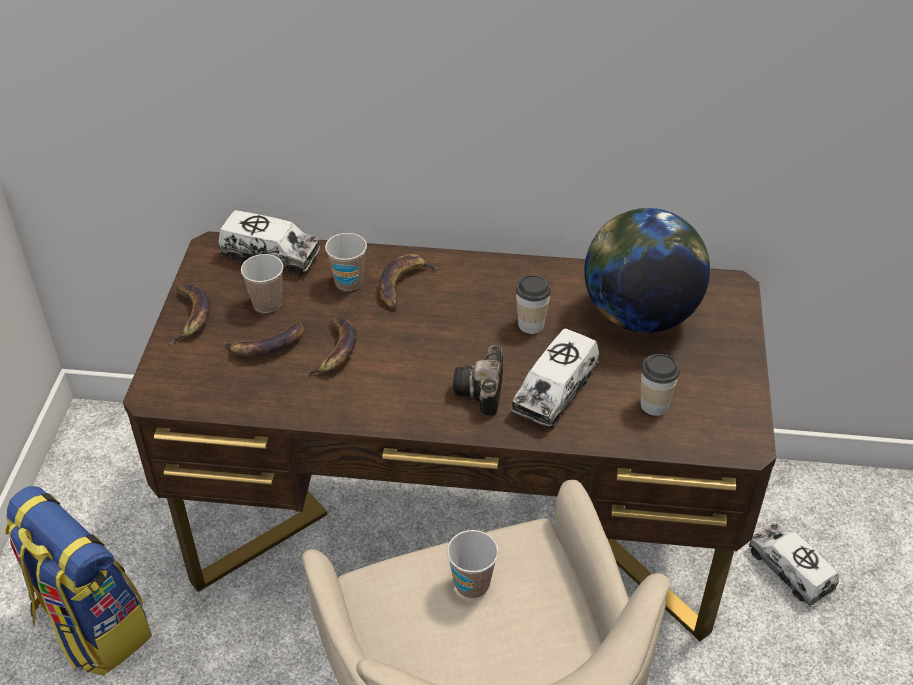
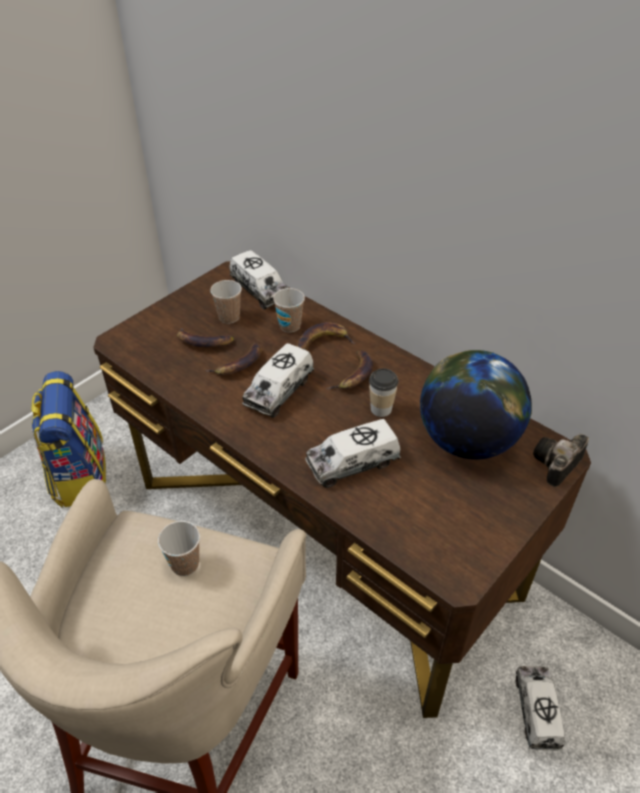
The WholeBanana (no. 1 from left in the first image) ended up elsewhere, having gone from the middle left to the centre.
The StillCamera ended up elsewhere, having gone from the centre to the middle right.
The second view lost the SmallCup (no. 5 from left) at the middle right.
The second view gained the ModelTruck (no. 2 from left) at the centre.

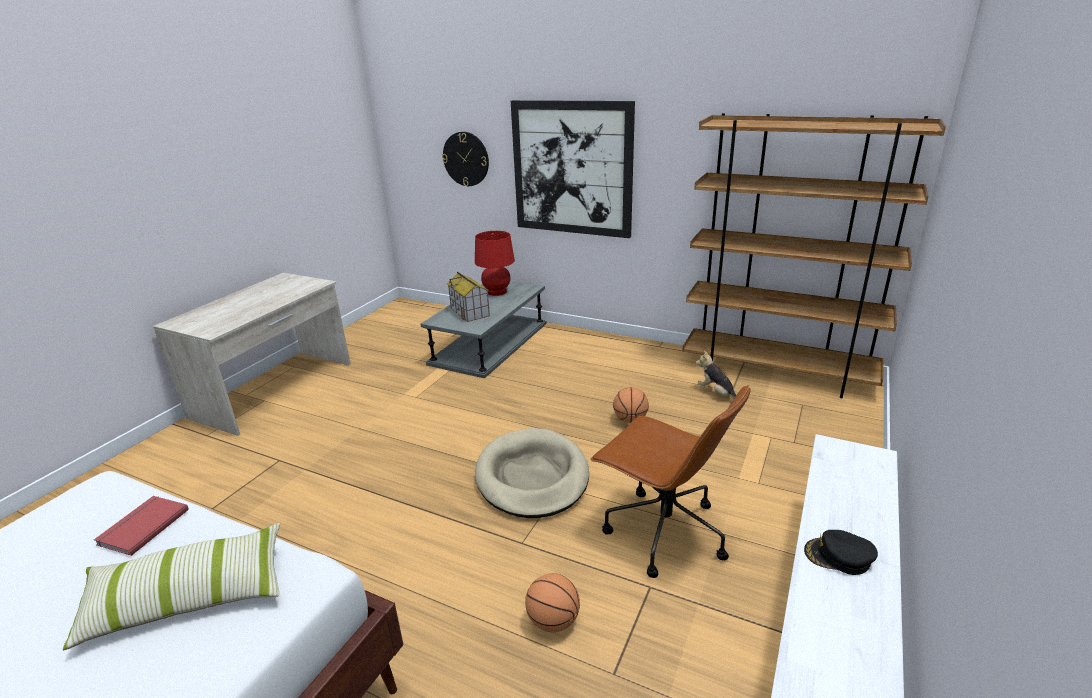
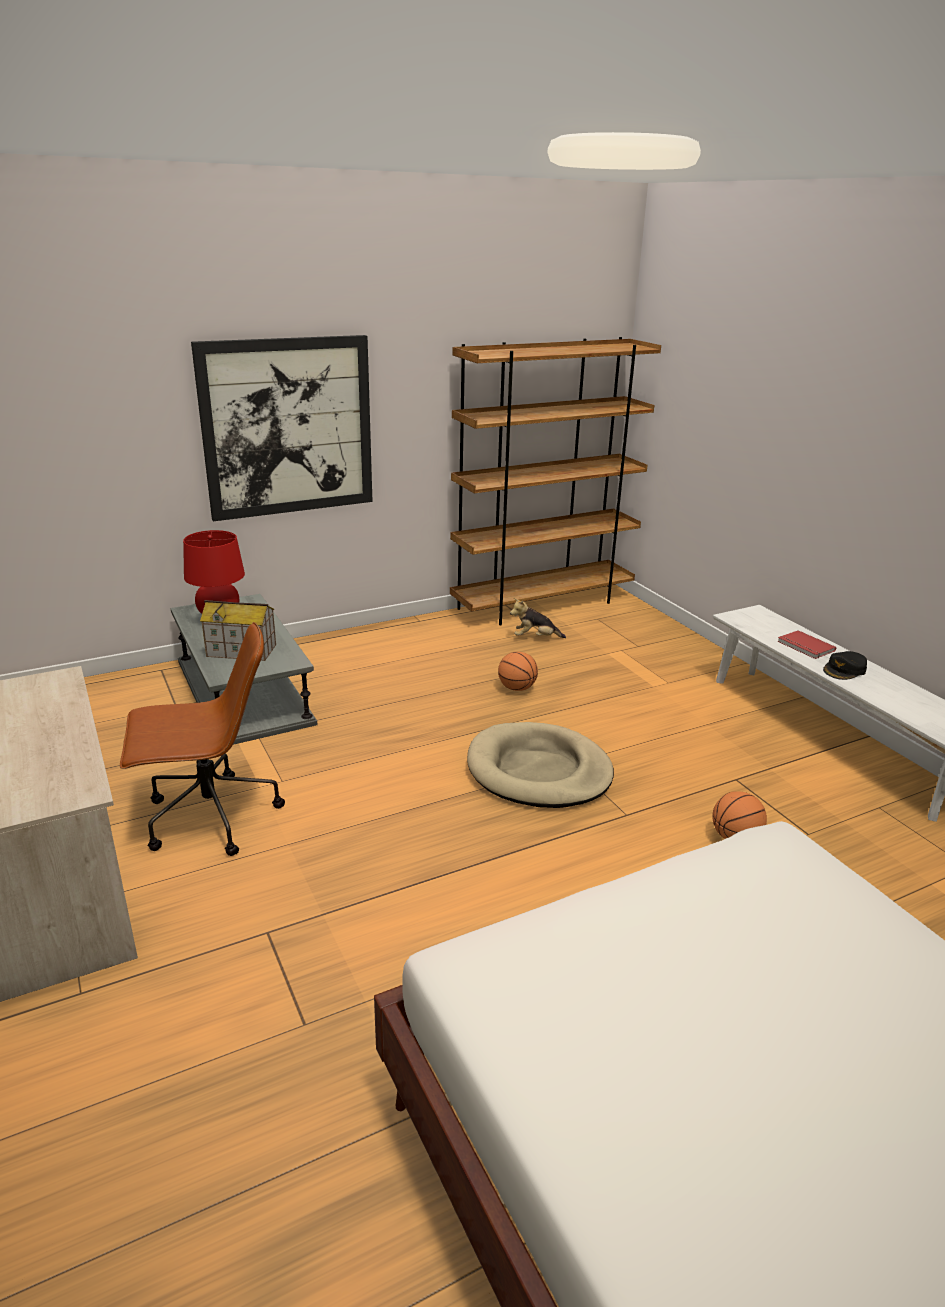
The second view lost the ClockOnTheWall at the top centre.
The BrownColouredOfficeChair ended up elsewhere, having gone from the bottom centre to the middle left.
The RedColouredVolume ended up elsewhere, having gone from the bottom left to the middle right.
The second view lost the Cushion at the bottom left.

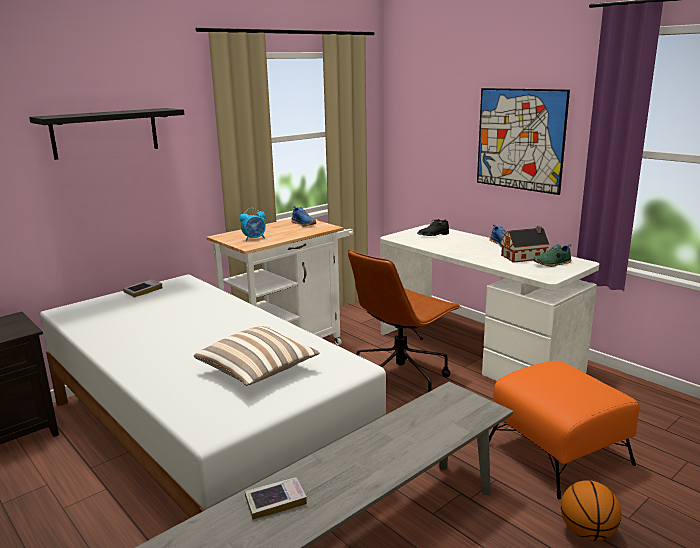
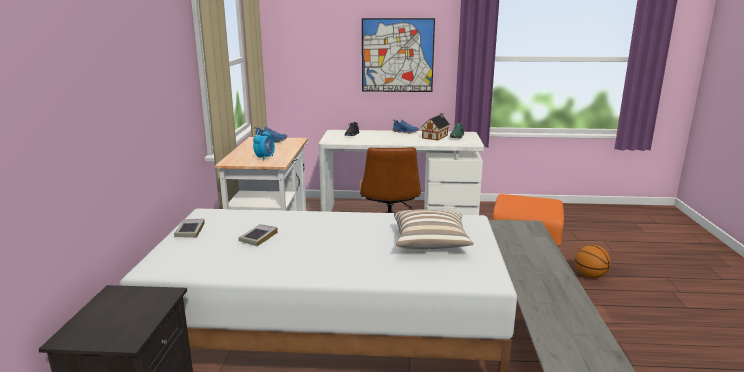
The second view lost the BlackishShelf at the top left.
The Volume (no. 2 from left) ended up elsewhere, having gone from the bottom centre to the centre.

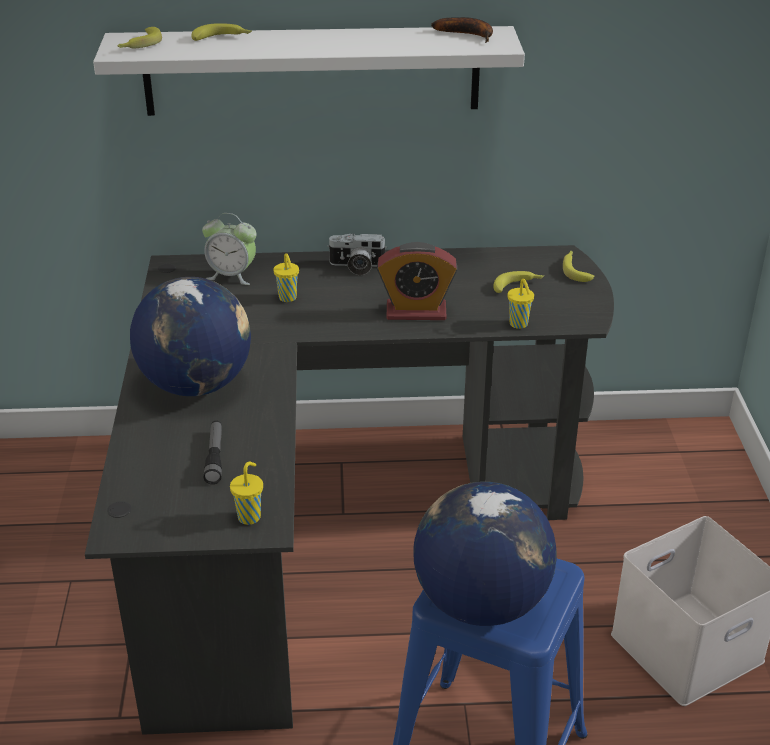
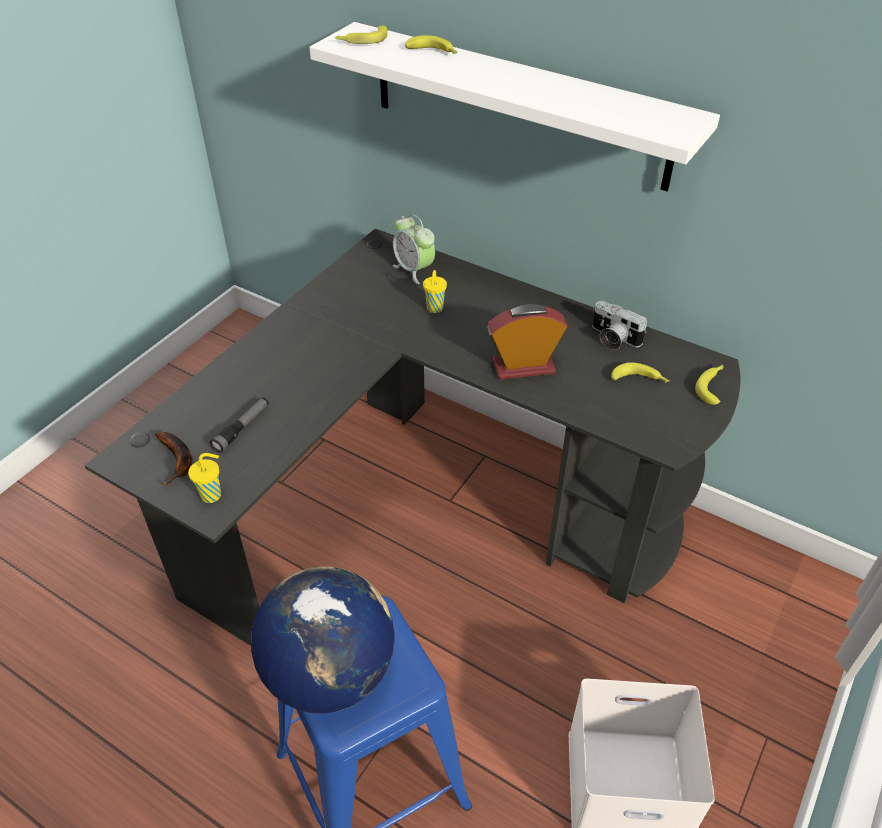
The WholeBanana (no. 3 from left in the first image) ended up elsewhere, having gone from the top centre to the middle left.
The StillCamera ended up elsewhere, having gone from the centre to the middle right.
The BedsideClock (no. 2 from left) at the centre ended up facing another way, 135 degrees clockwise from before.
The second view lost the WorldGlobe (no. 1 from left) at the middle left.
The second view lost the YellowSmallCup (no. 3 from left) at the middle right.

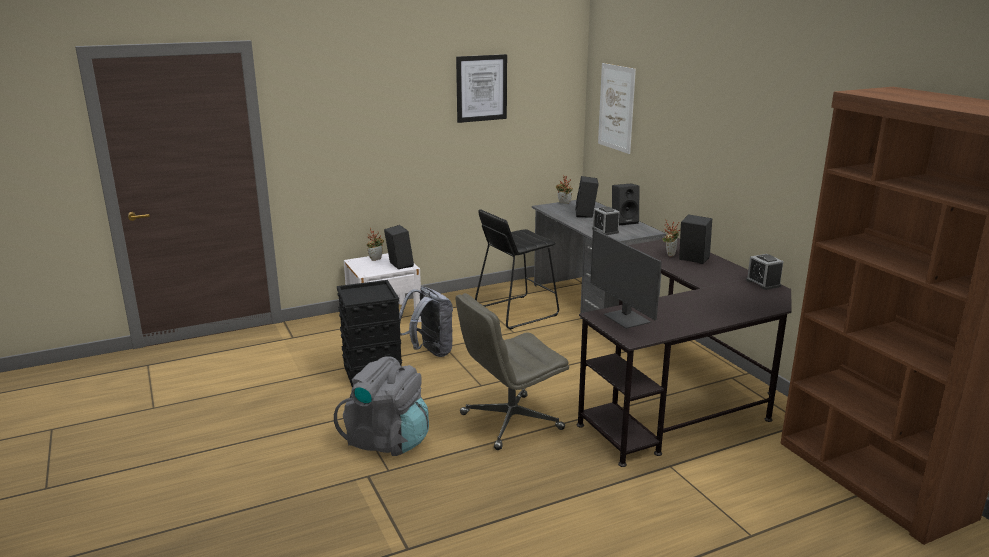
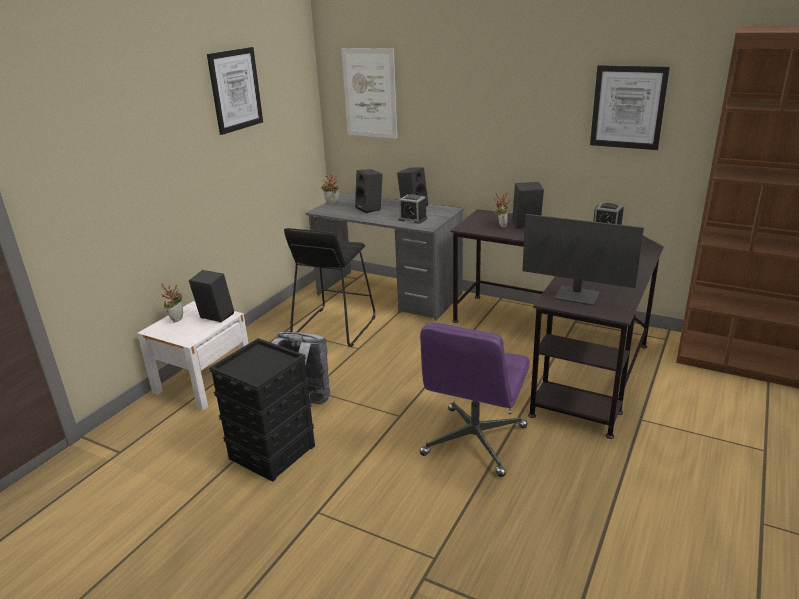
What was the GrayOfficeChair at the centre turned into the PurpleColouredOfficeChair at the centre.
The second view lost the GrayBackpack (no. 1 from left) at the bottom centre.
The second view gained the Picture (no. 3 from left) at the top right.

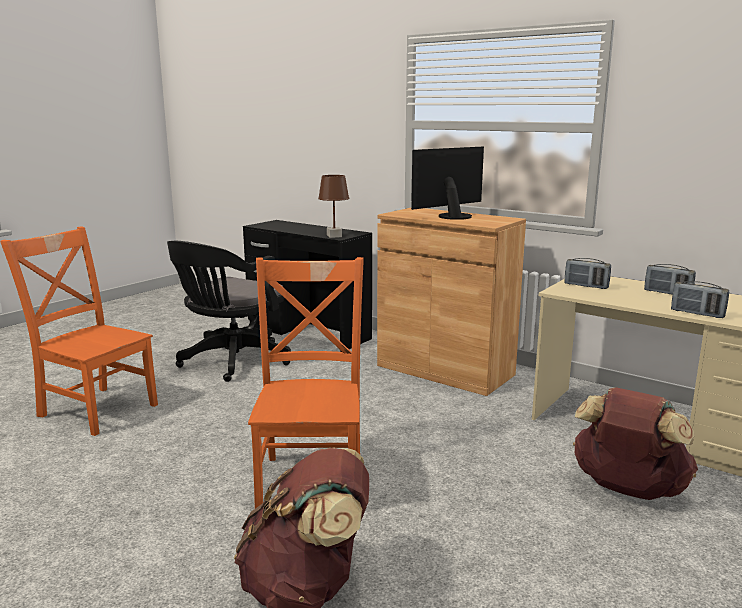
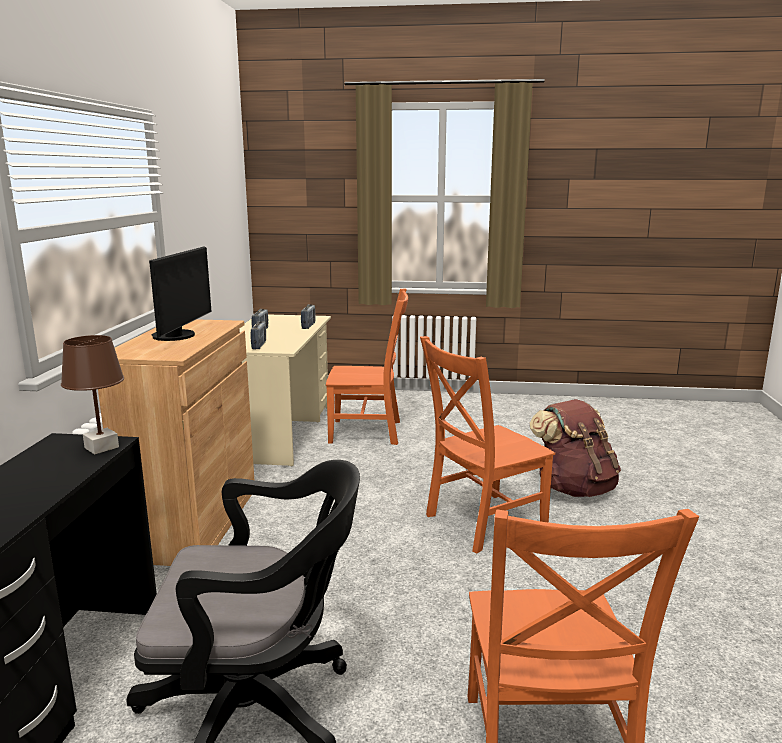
The Monitor at the top centre ended up facing another way, 105 degrees counterclockwise from before.
Where the BrownColouredBackpack (no. 2 from left) stood at the bottom right, the OrangeColouredChair (no. 1 from left) came to stand at the centre.

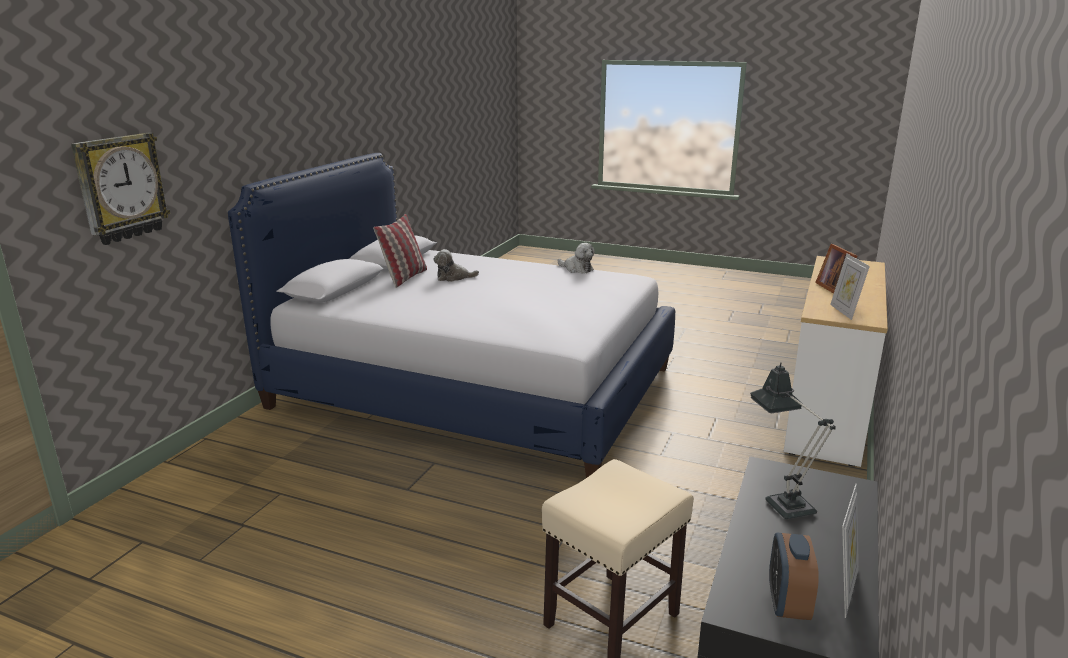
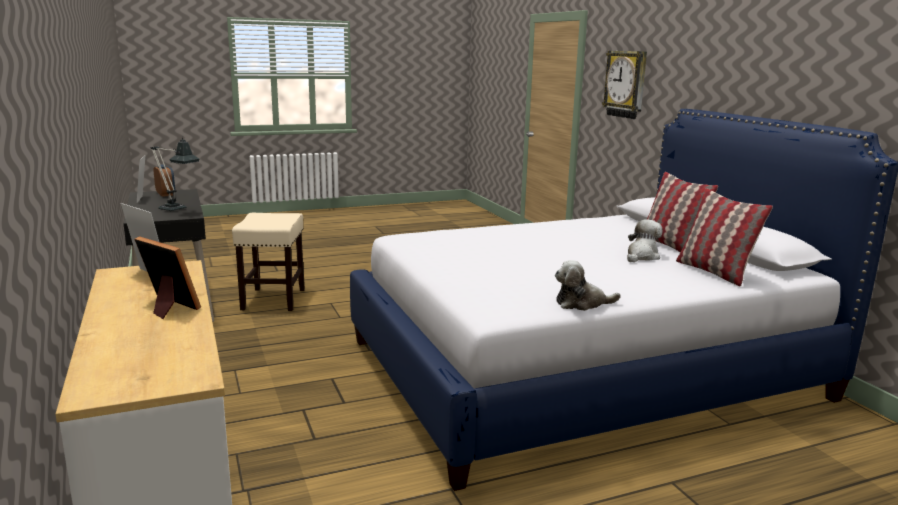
The second view gained the Cushion (no. 2 from left) at the middle right.

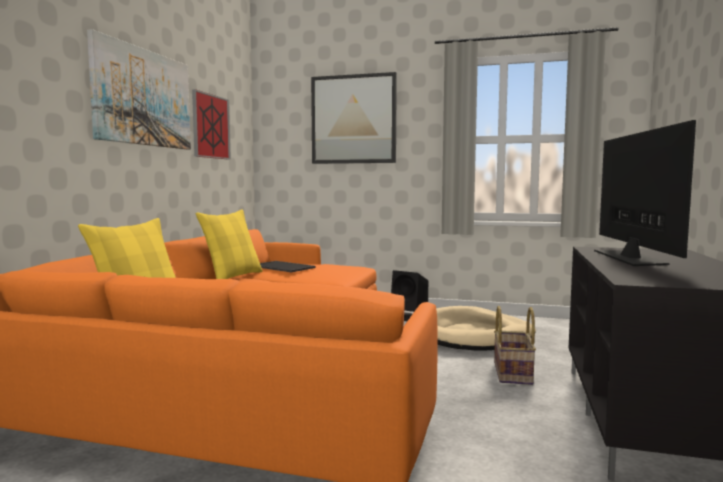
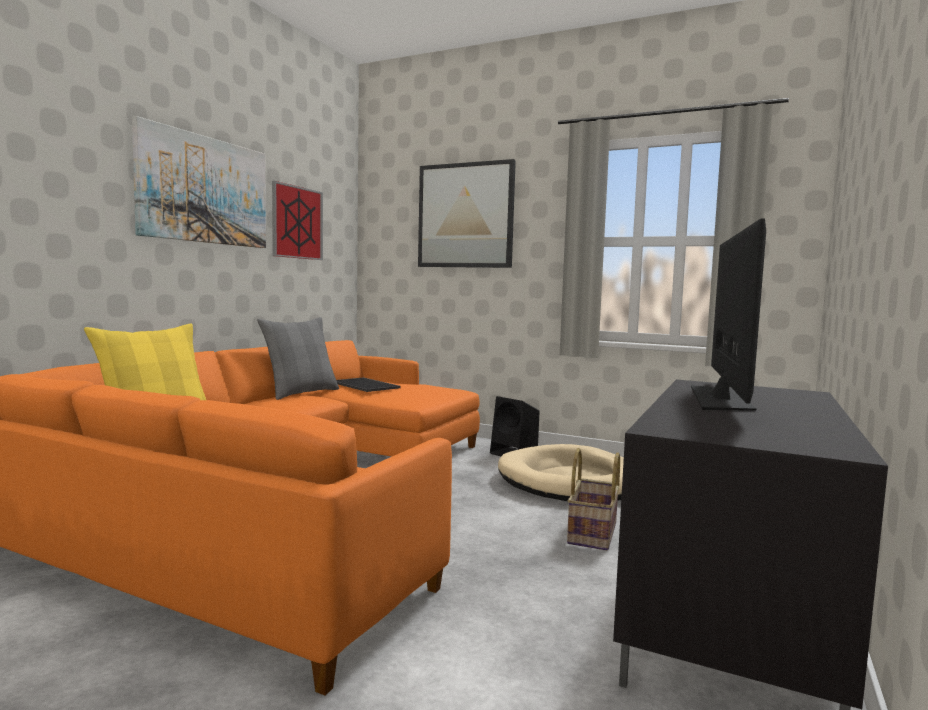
What was the YellowCushion (no. 2 from left) at the middle left turned into the GrayCushion at the middle left.

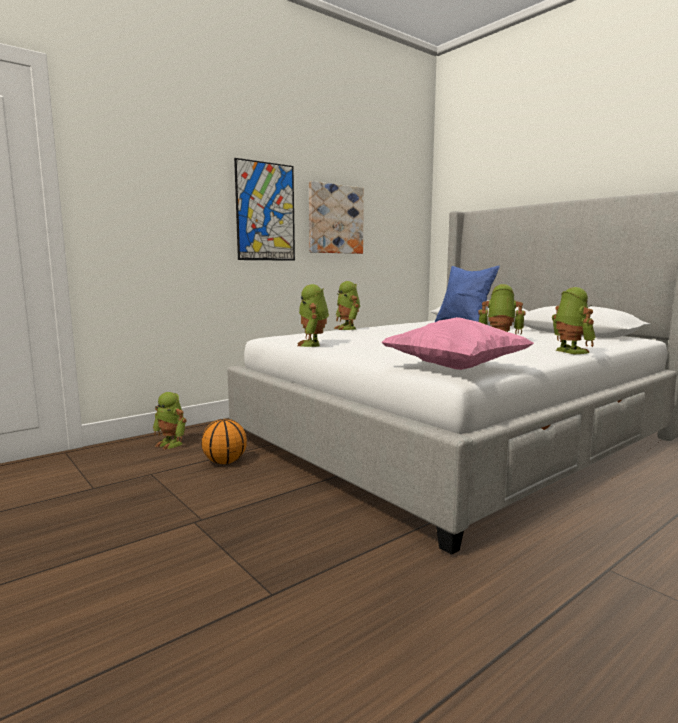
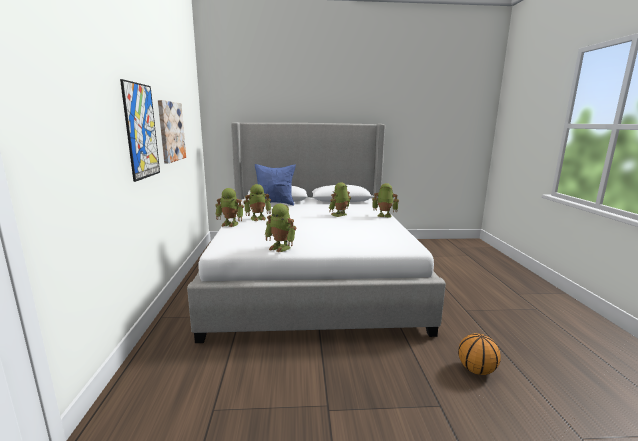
The second view lost the PinkishCushion at the middle right.
The RobotFigure (no. 1 from left in the first image) ended up elsewhere, having gone from the middle left to the centre.
The BallForBasketball ended up elsewhere, having gone from the middle left to the bottom right.

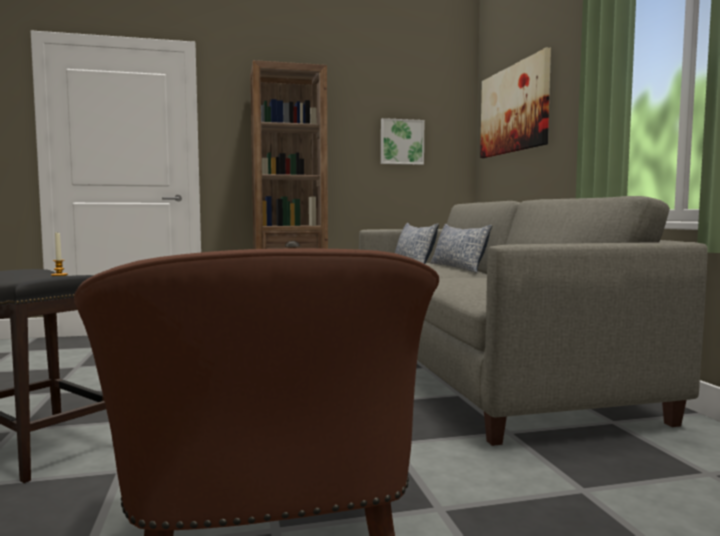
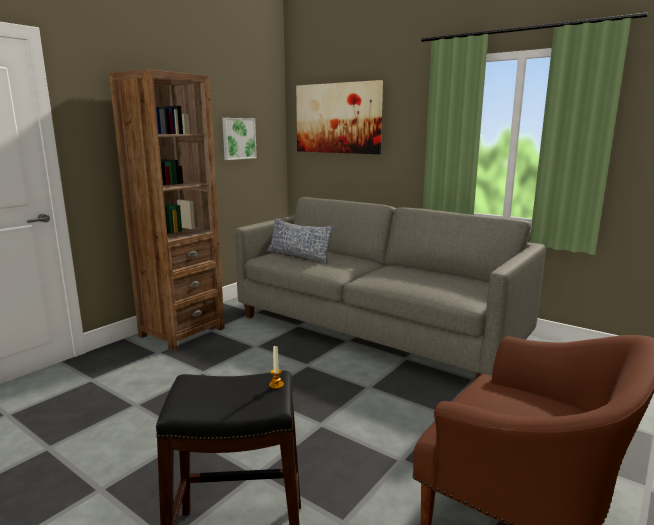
The second view lost the Cushion (no. 2 from left) at the centre.

